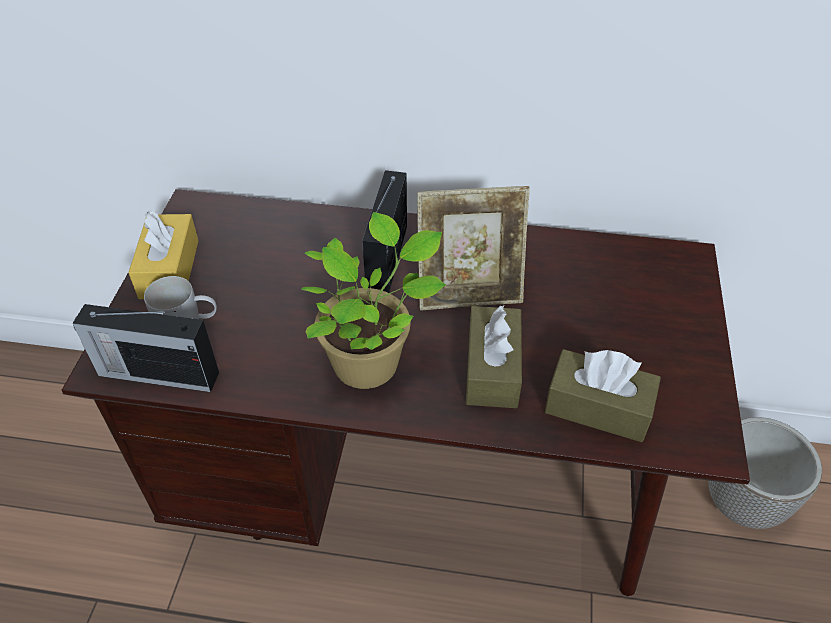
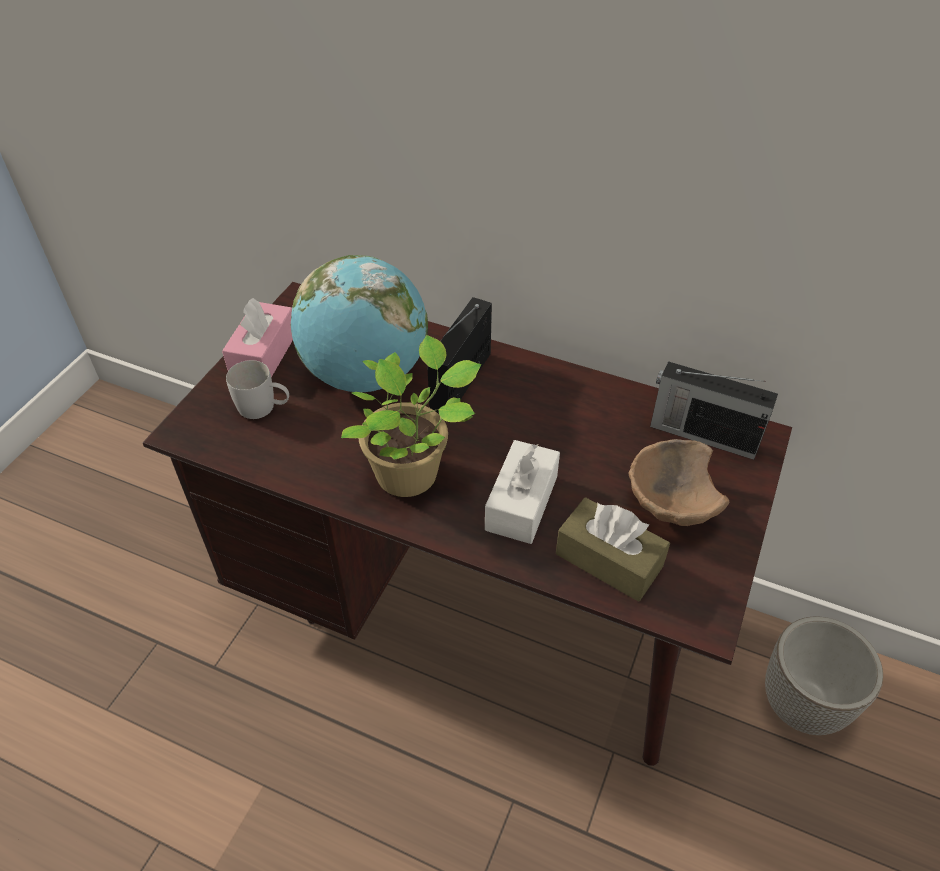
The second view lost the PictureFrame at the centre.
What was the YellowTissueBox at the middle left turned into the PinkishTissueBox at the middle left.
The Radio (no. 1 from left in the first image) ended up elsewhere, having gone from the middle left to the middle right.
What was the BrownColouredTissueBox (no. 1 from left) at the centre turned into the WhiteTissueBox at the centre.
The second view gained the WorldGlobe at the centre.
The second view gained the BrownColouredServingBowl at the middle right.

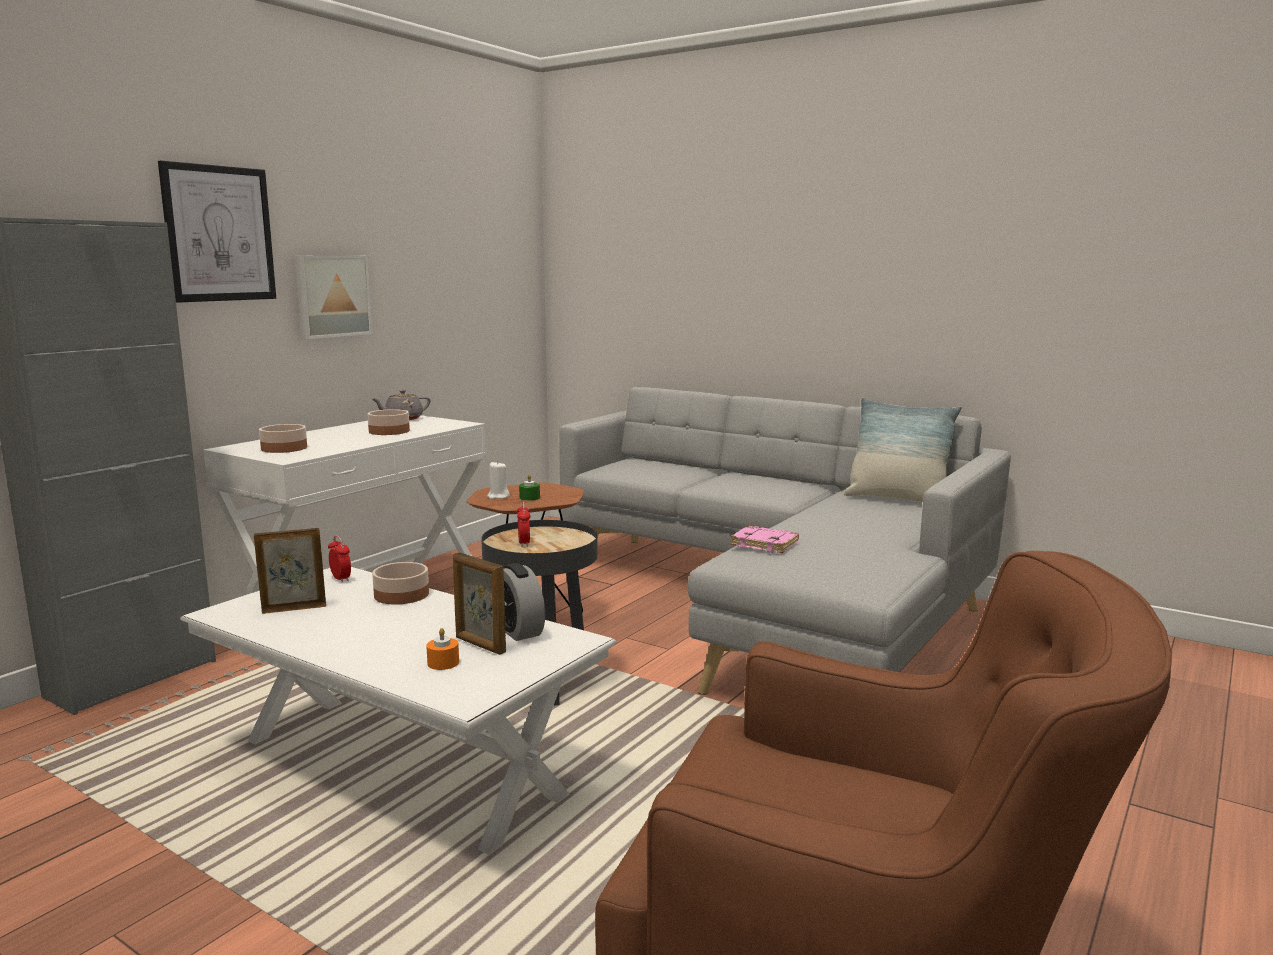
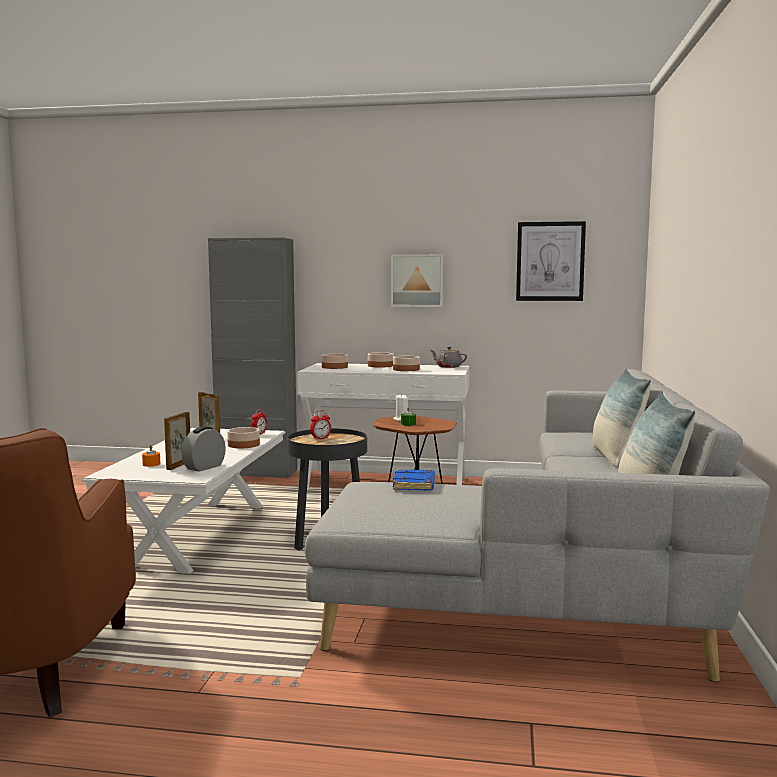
The Picture (no. 1 from left in the first image) ended up elsewhere, having gone from the top left to the middle right.
What was the PinkishVolume at the centre turned into the BlueVolume at the centre.
The second view gained the ServingBowl (no. 3 from left) at the centre.
The second view gained the Cushion (no. 1 from left) at the middle right.

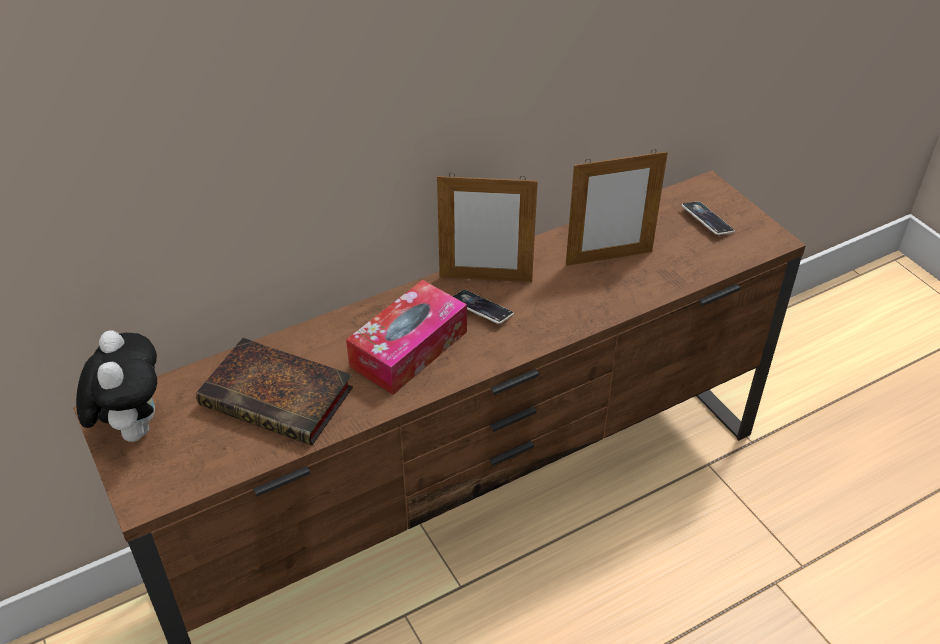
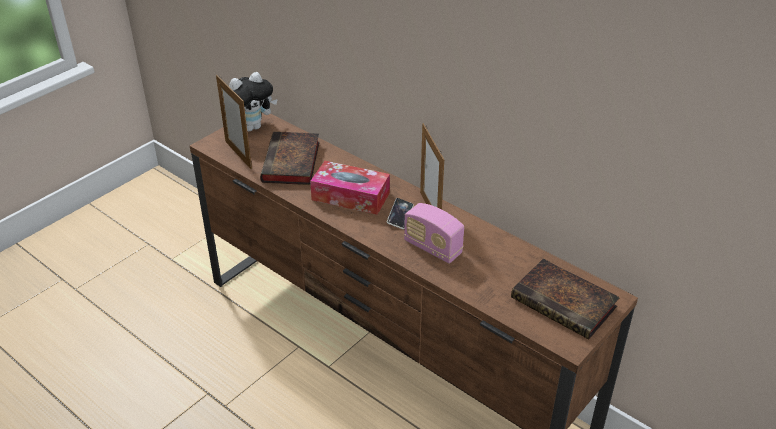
The PictureFrame (no. 2 from left in the first image) ended up elsewhere, having gone from the top centre to the top left.
Where the Handset (no. 2 from left) stood at the middle right, the Volume (no. 2 from left) came to stand at the bottom right.
The second view gained the Radio at the centre.

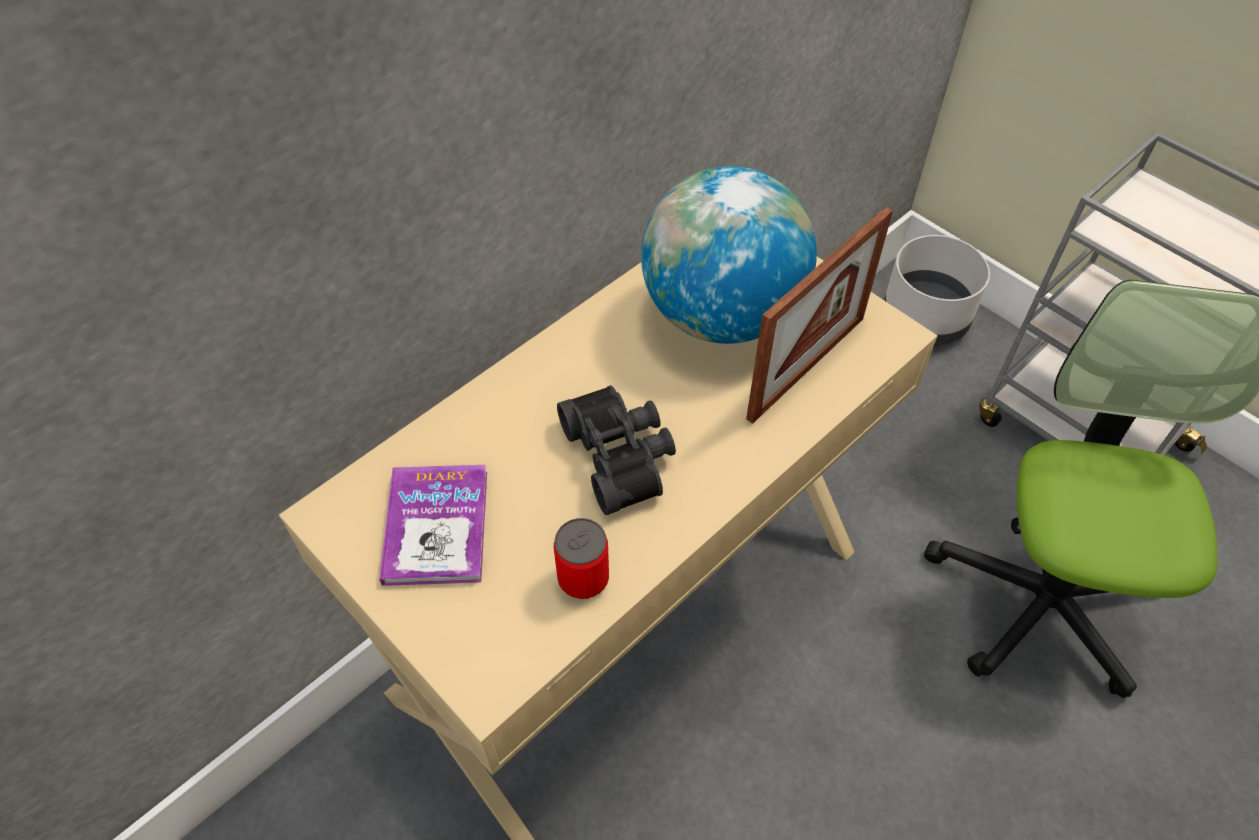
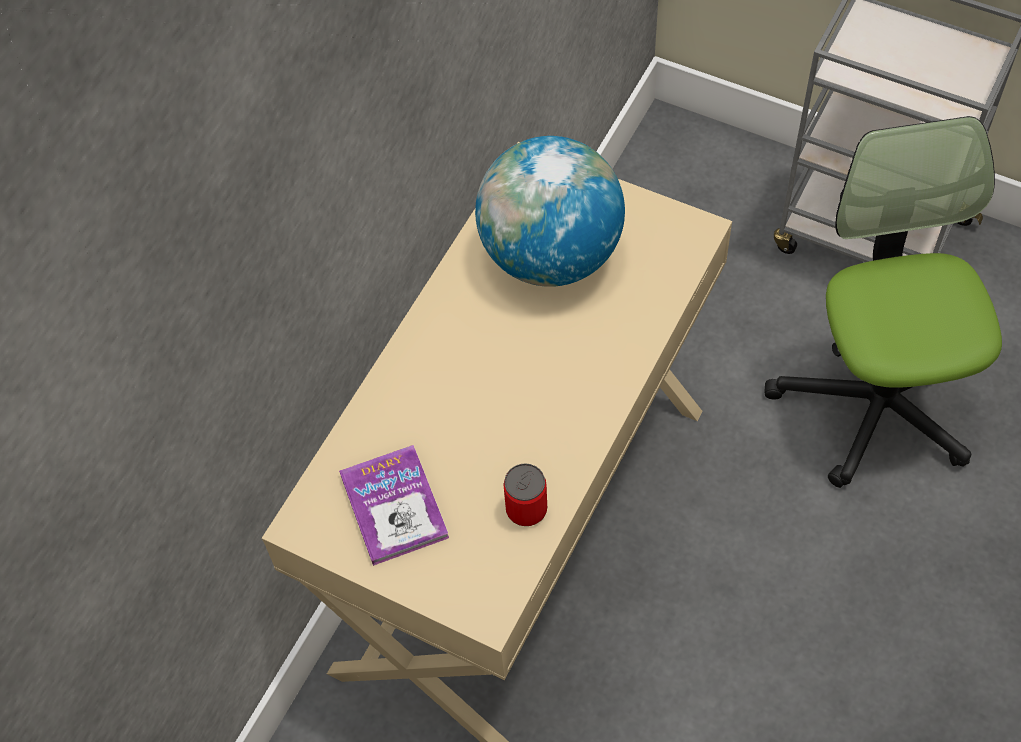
The second view lost the PictureFrame at the centre.
The second view lost the GrayFlowerPot at the middle right.
The second view lost the BlackishFieldGlasses at the centre.

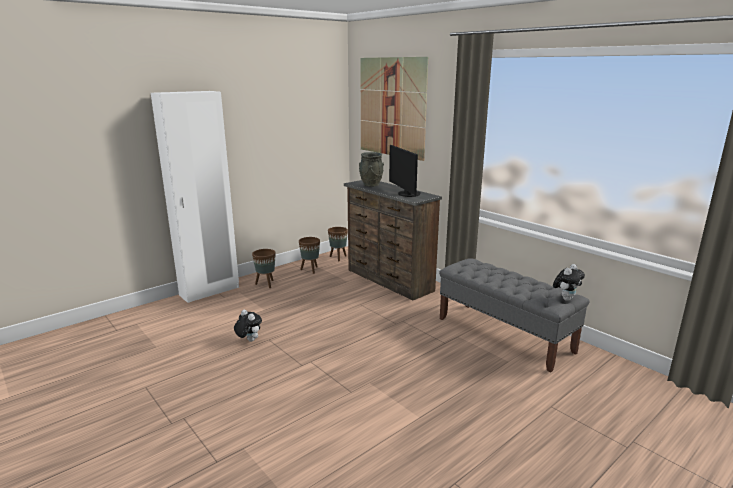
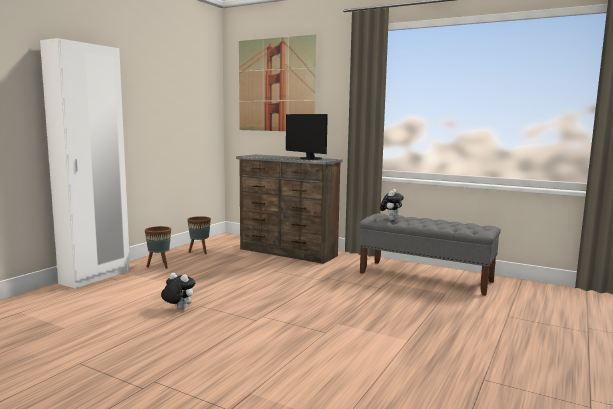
The second view lost the GrayDecorativeVase at the centre.
The second view lost the BrownColouredFlowerPot (no. 3 from left) at the centre.
The PlushToy (no. 2 from left) ended up elsewhere, having gone from the middle right to the centre.

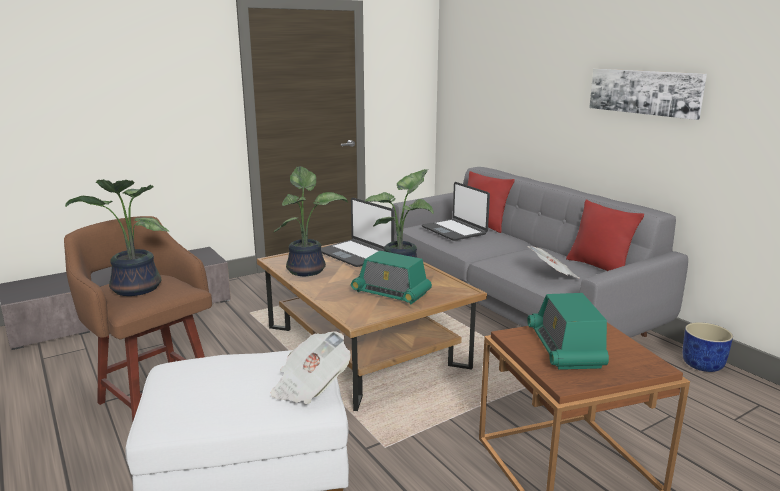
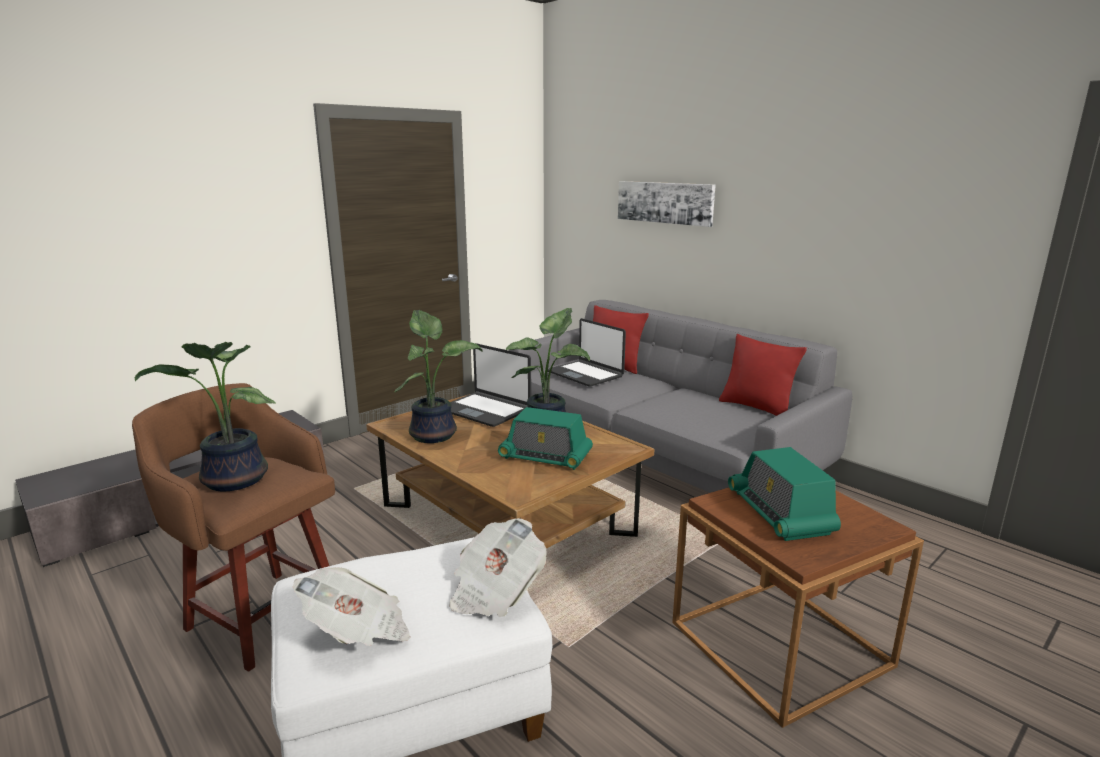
The Picture ended up elsewhere, having gone from the top right to the top centre.
The Newspaper (no. 2 from left in the first image) ended up elsewhere, having gone from the middle right to the bottom left.
The second view lost the BlueFlowerPot at the bottom right.

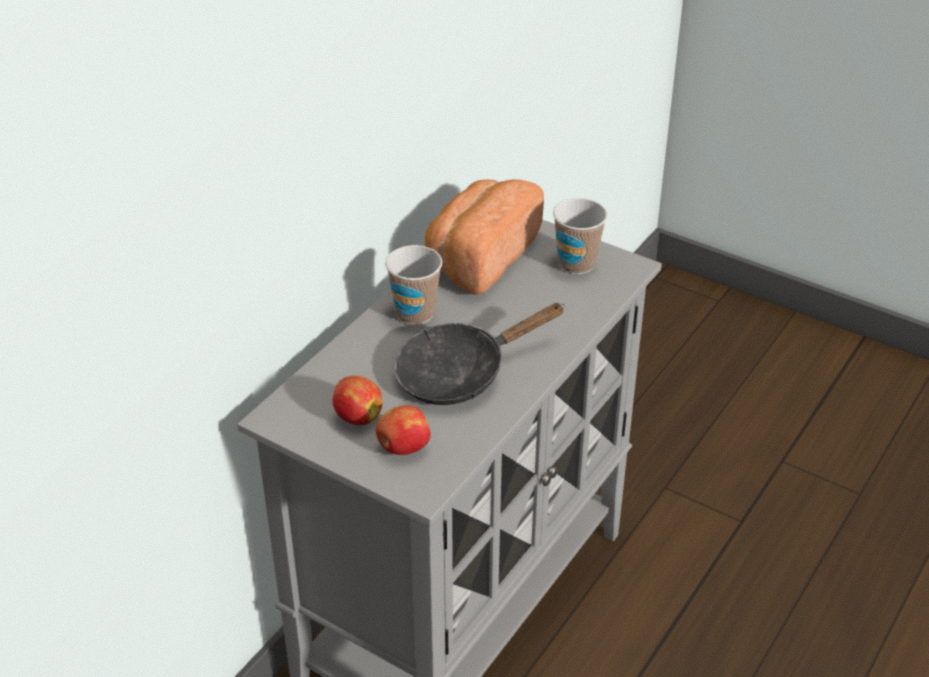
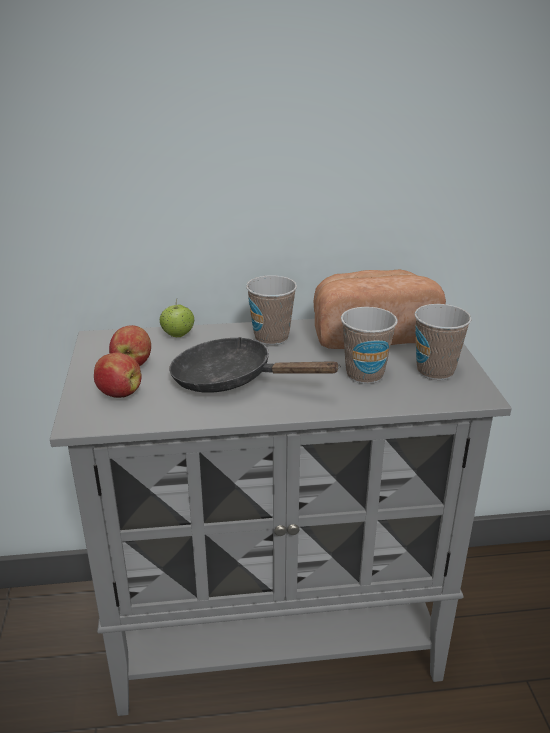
The second view gained the Apple (no. 3 from left) at the middle left.
The second view gained the SmallCup (no. 2 from left) at the middle right.

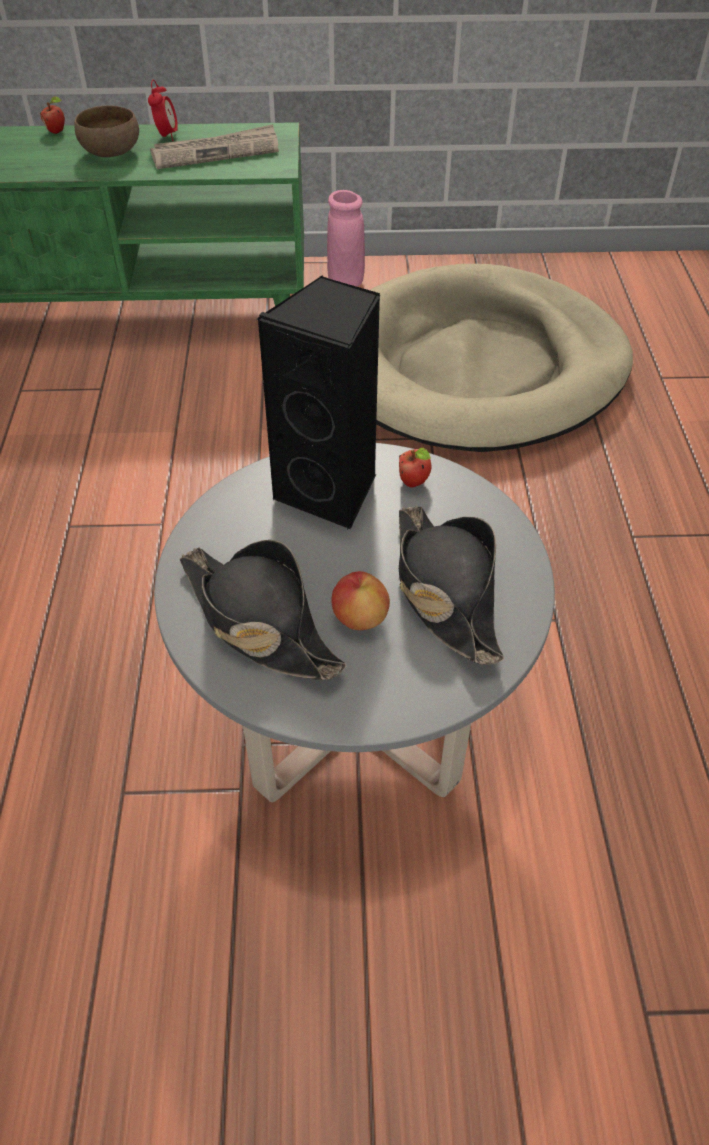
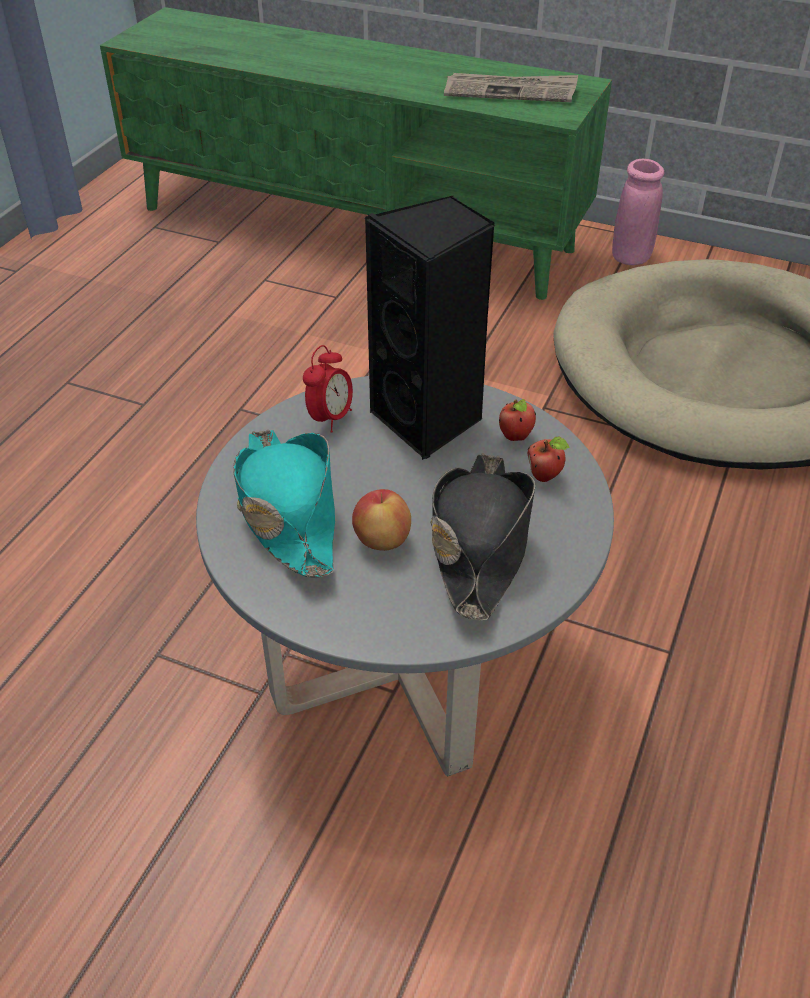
The BedsideClock ended up elsewhere, having gone from the top left to the centre.
The Apple (no. 1 from left in the first image) ended up elsewhere, having gone from the top left to the middle right.
The second view lost the BrownColouredServingBowl at the top left.
What was the BlackishHat (no. 1 from left) at the centre turned into the TurquoiseColouredHat at the centre.

